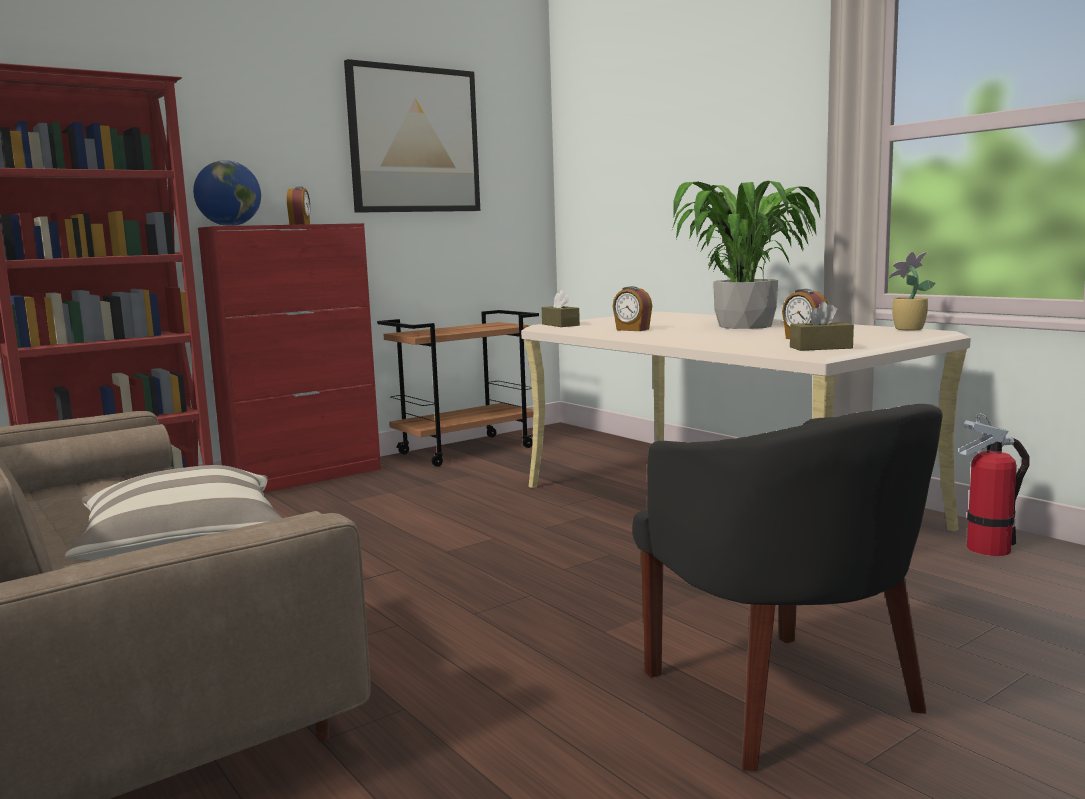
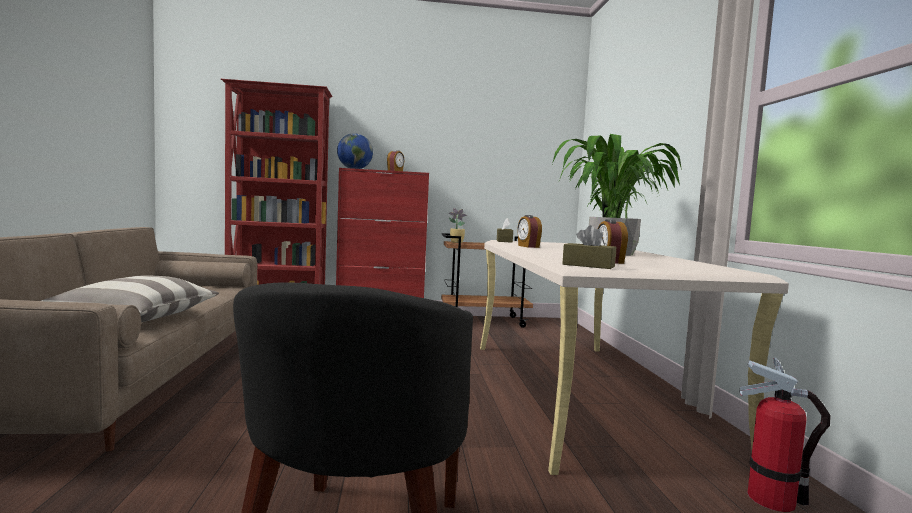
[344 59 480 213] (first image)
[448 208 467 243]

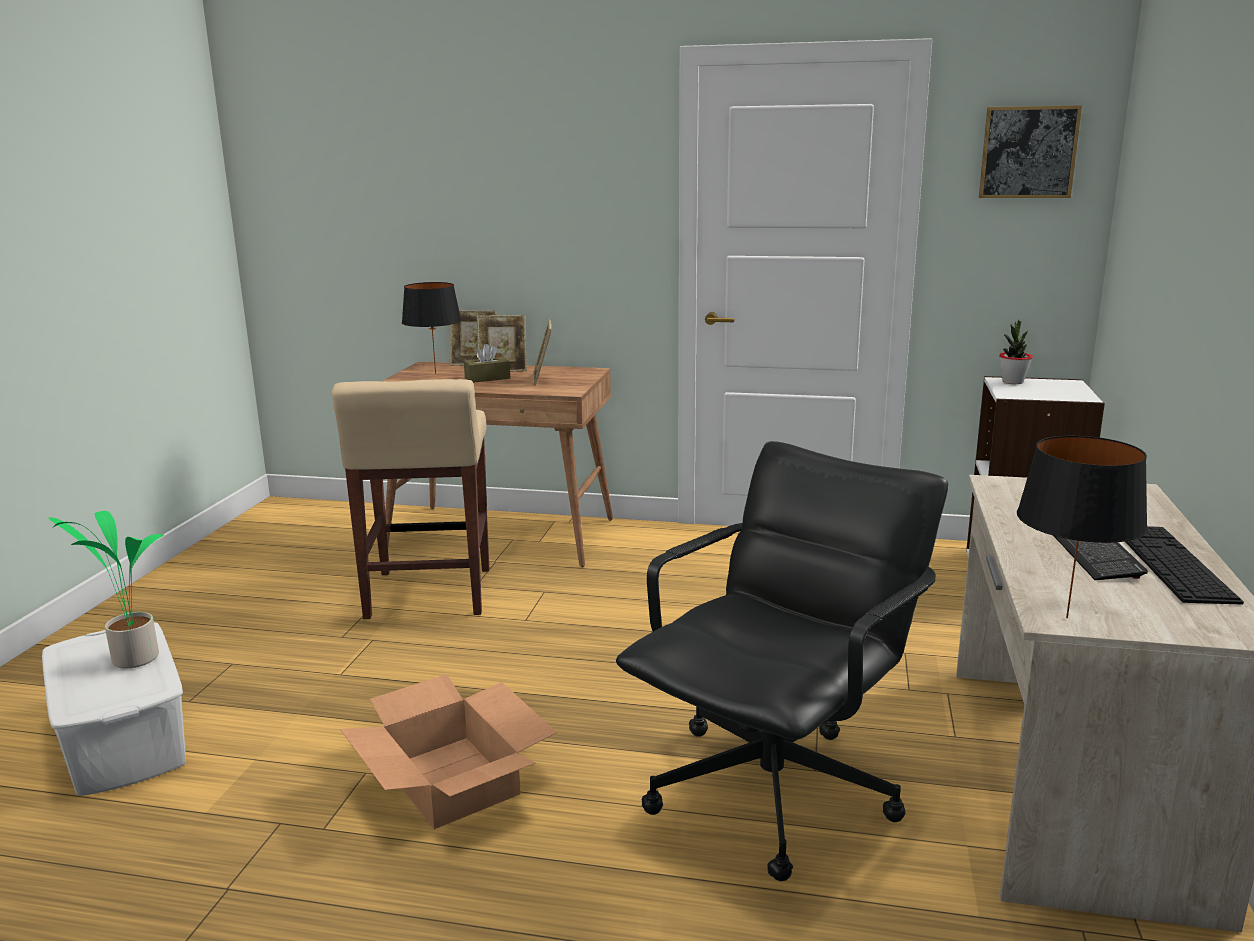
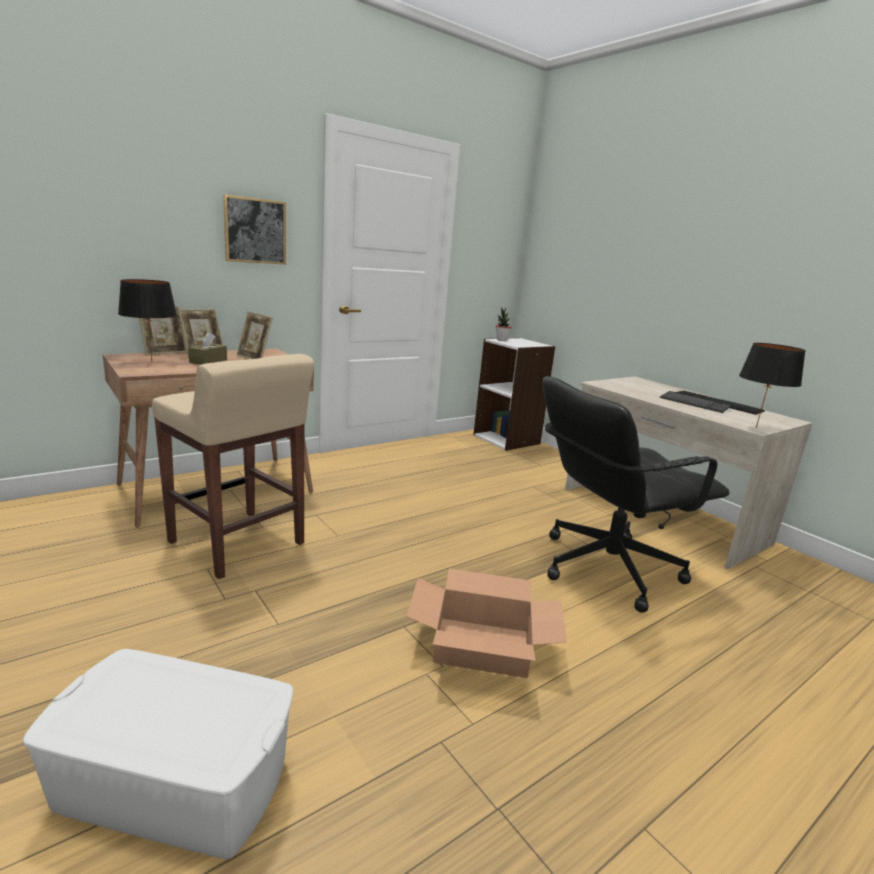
[48 511 164 669] (first image)
[542 376 730 613]
[223 194 286 265]

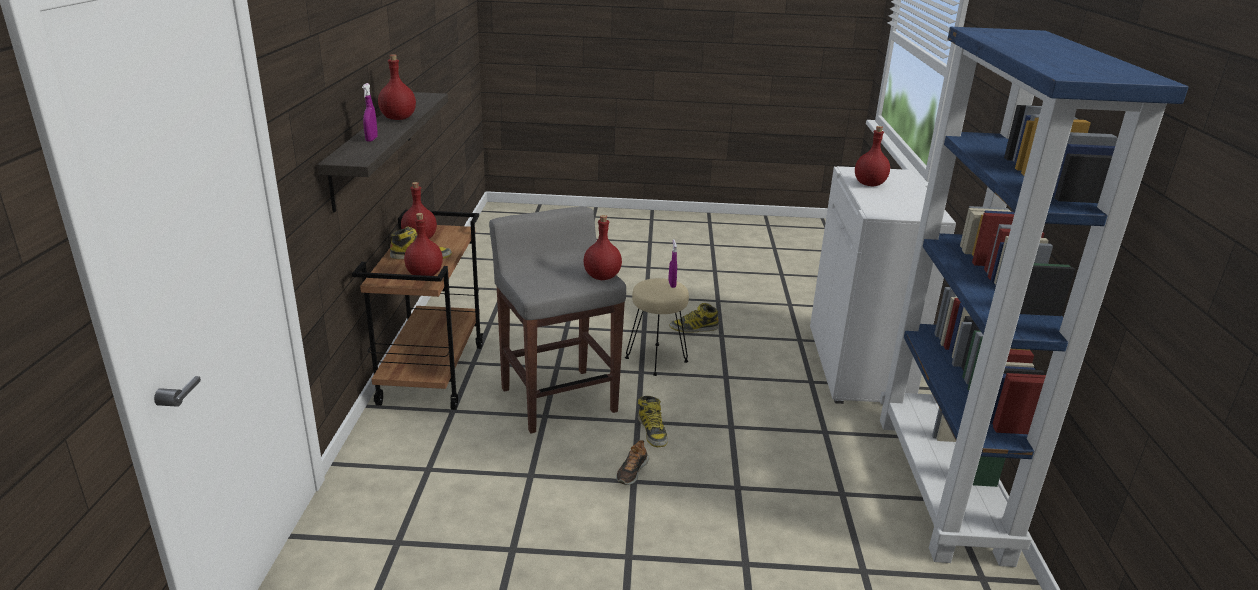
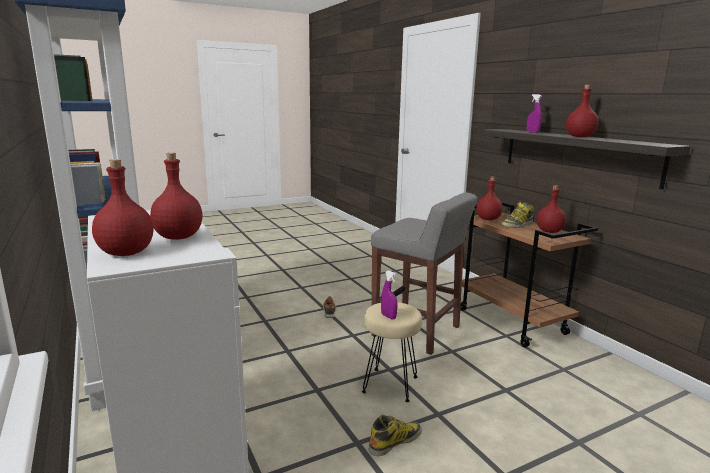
[92 159 153 256]
[638 396 668 447] (first image)

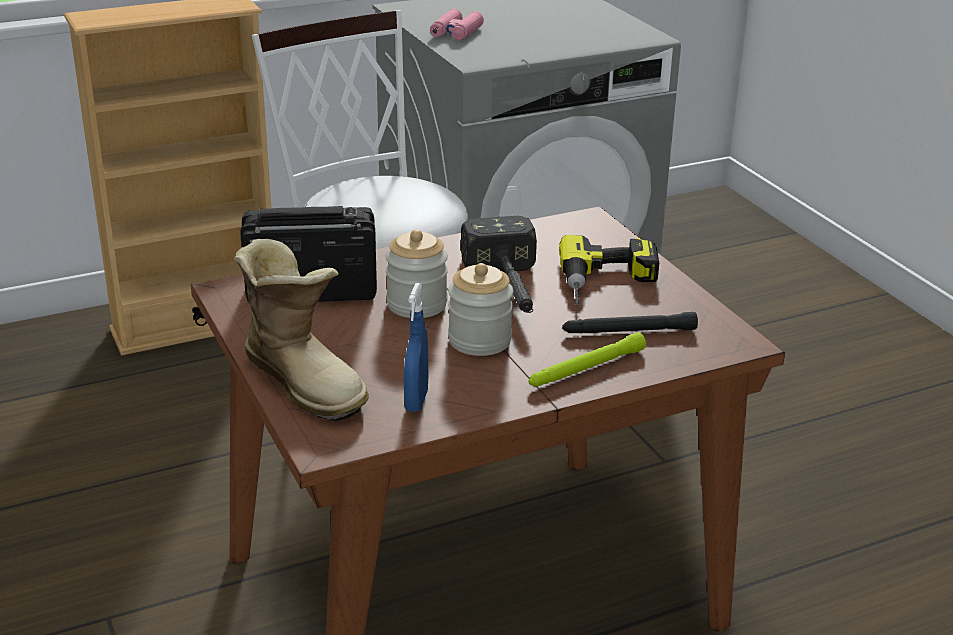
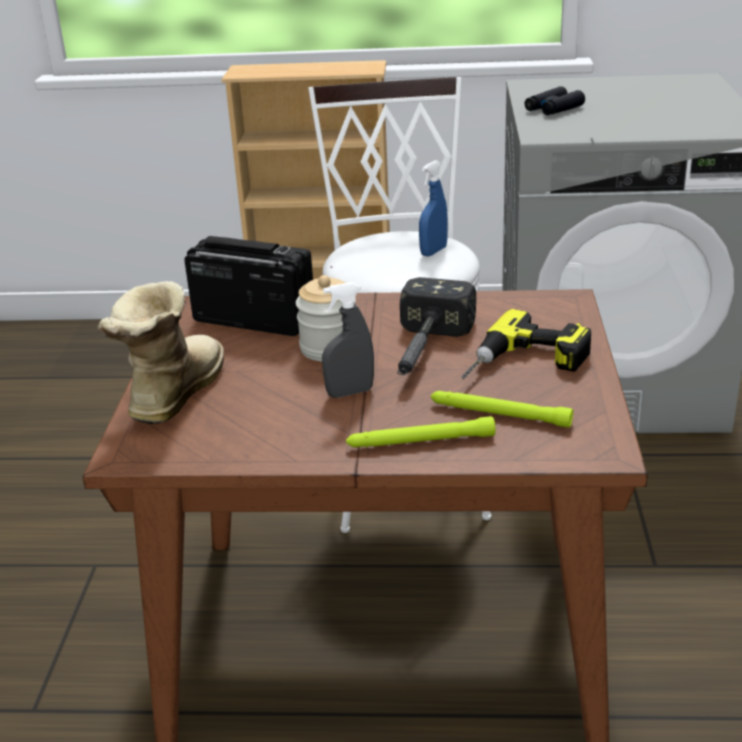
[98 281 224 424]
[419 161 448 256]
[525 86 585 115]
[322 282 374 398]
[431 391 573 428]

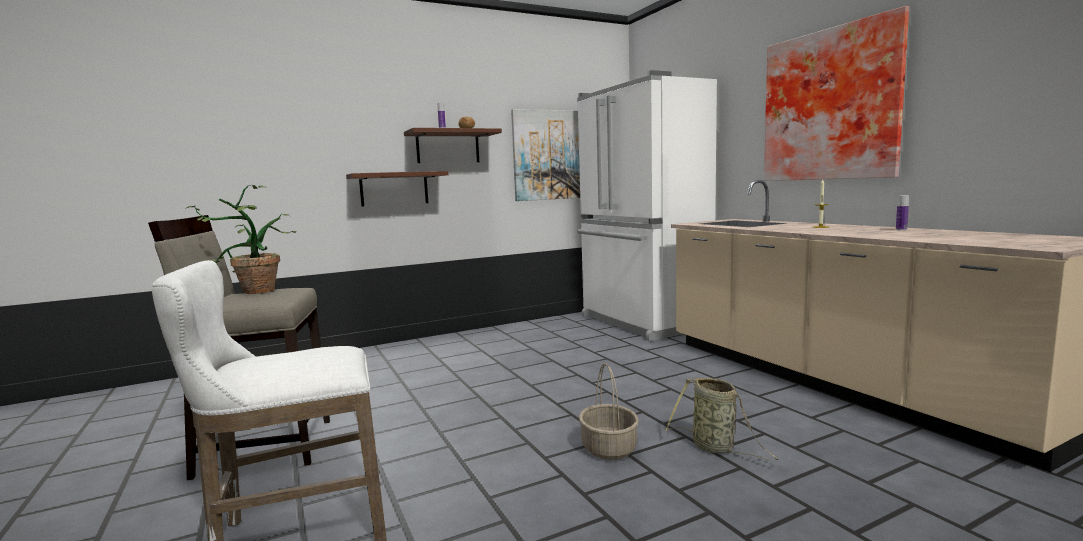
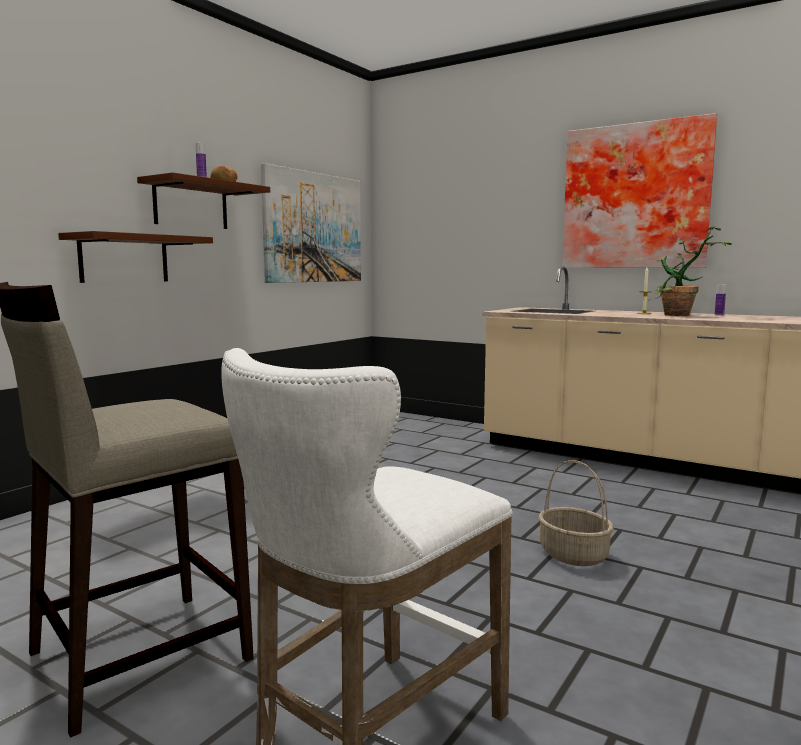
[648 227 732 316]
[577 70 717 341] (first image)
[665 377 778 460] (first image)

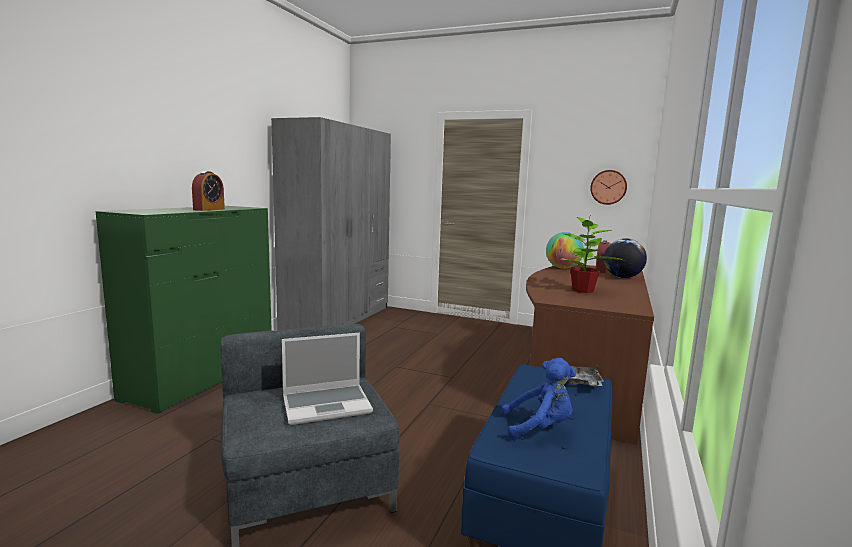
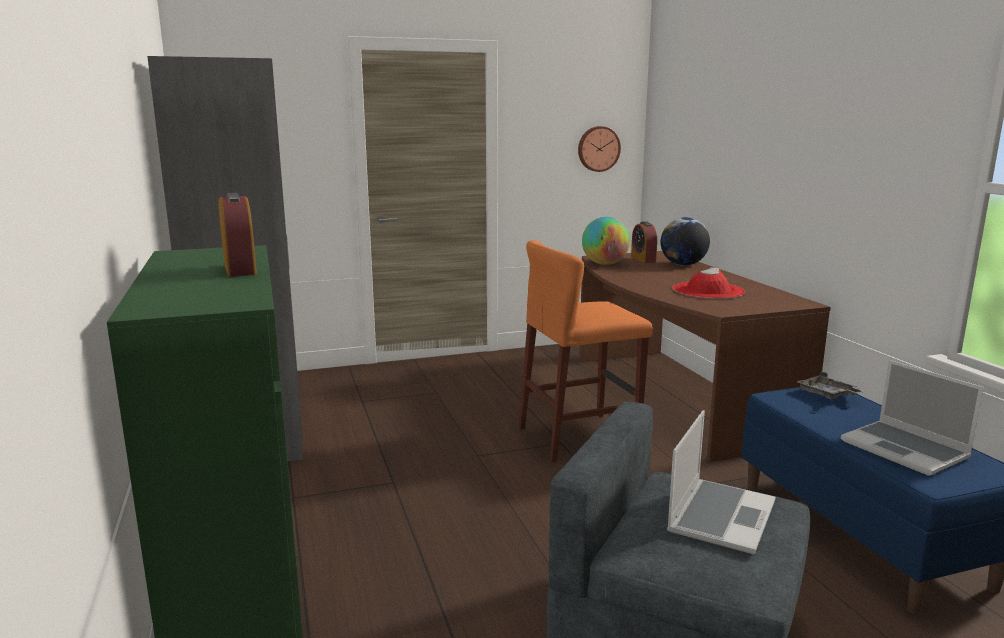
[841 360 984 476]
[673 267 745 299]
[519 240 653 462]

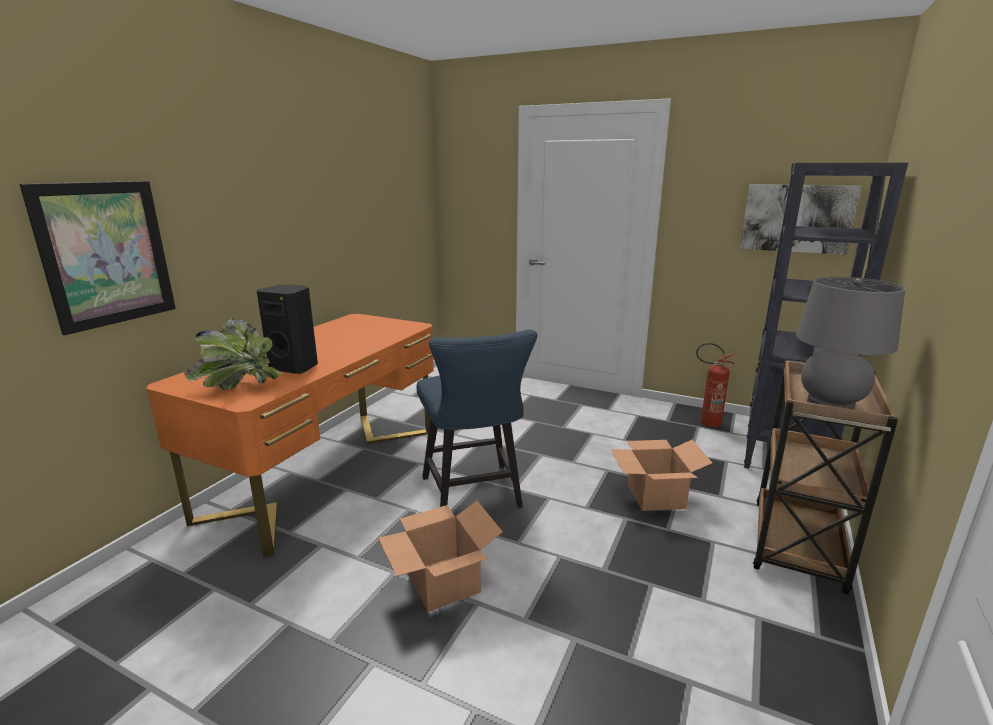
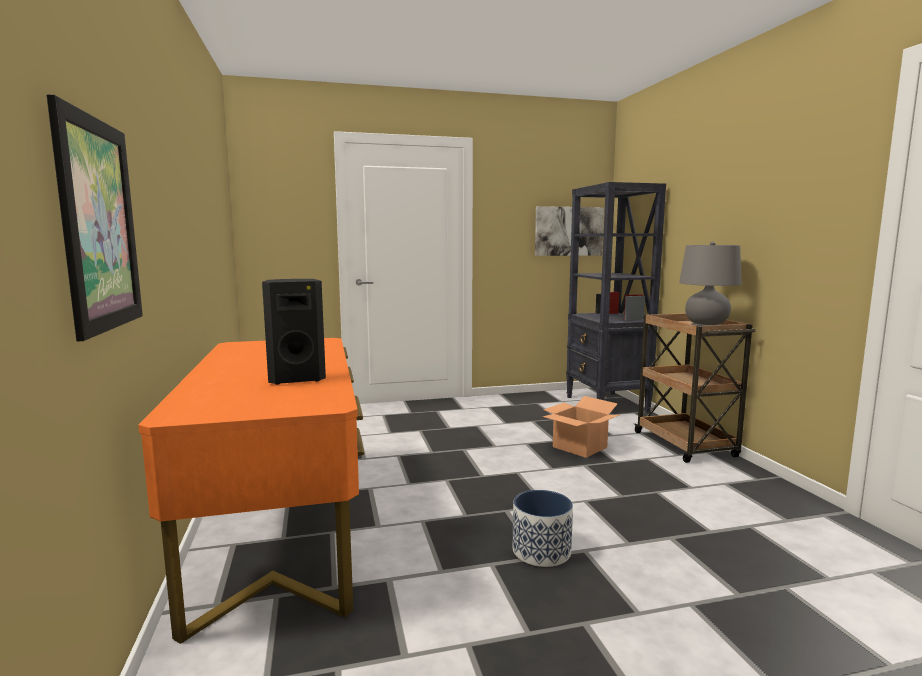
[184 318 282 390] (first image)
[513 490 573 567]
[417 329 538 508] (first image)
[696 343 735 427] (first image)

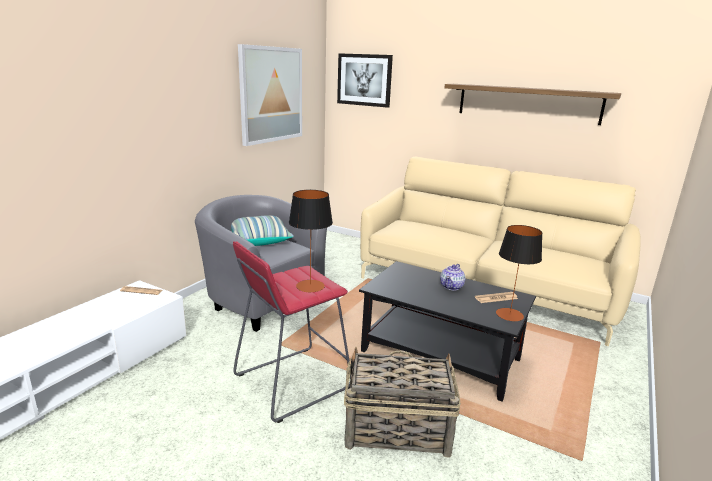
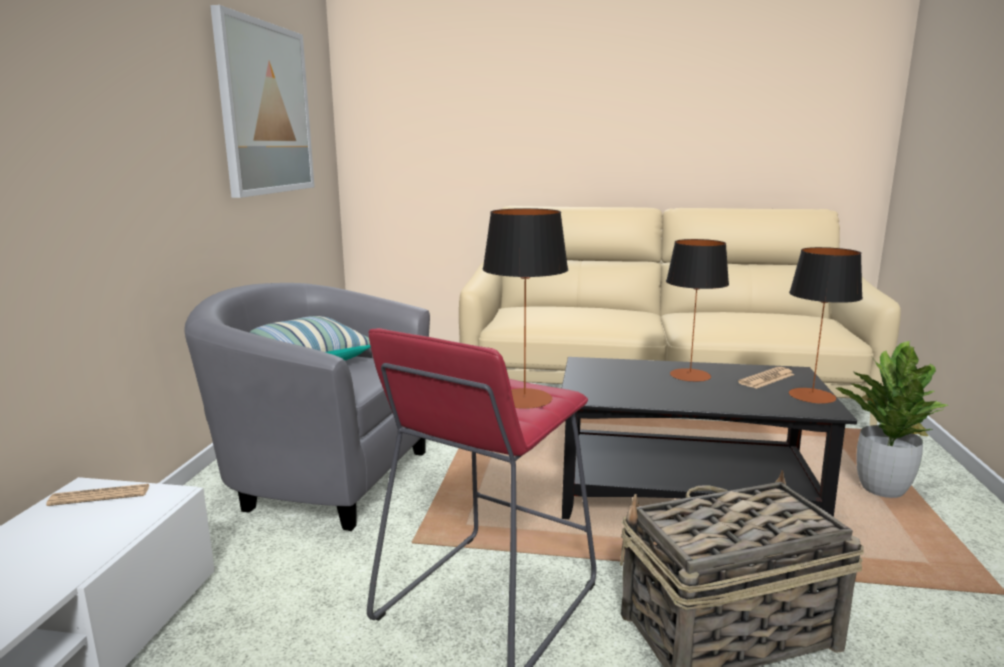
[337 53 393 108] (first image)
[666 239 729 382]
[445 84 621 125] (first image)
[835 341 950 498]

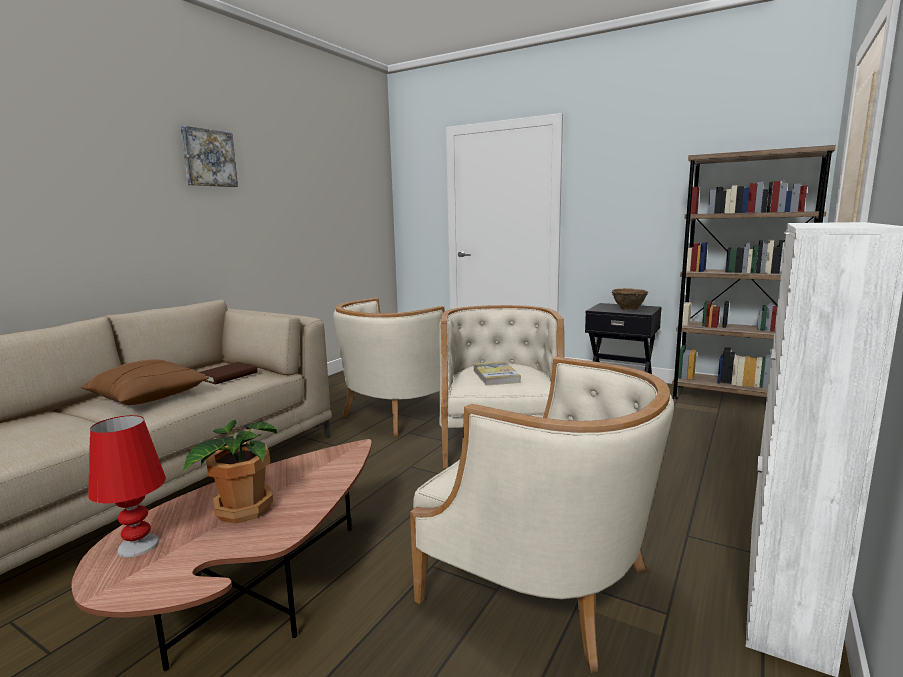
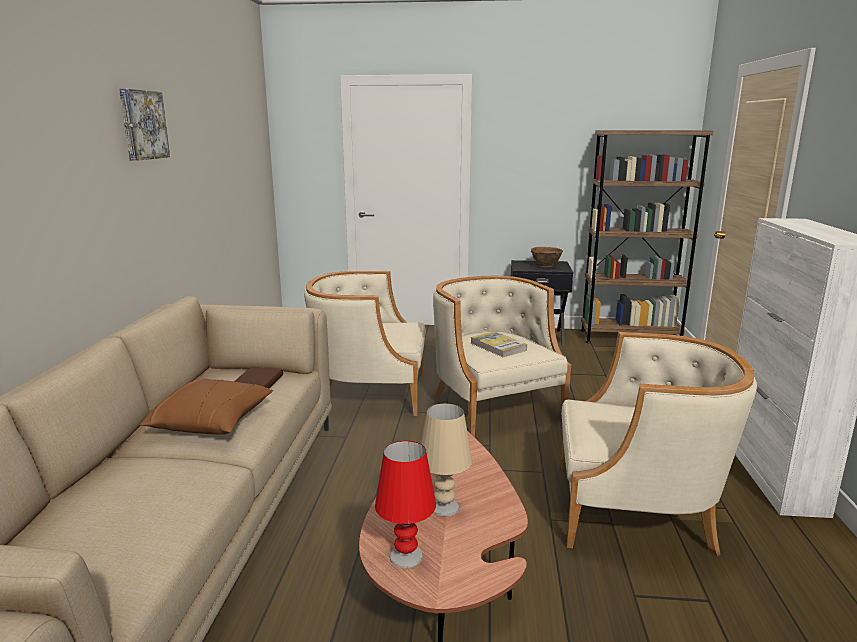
[421 404 472 516]
[304 271 425 416]

